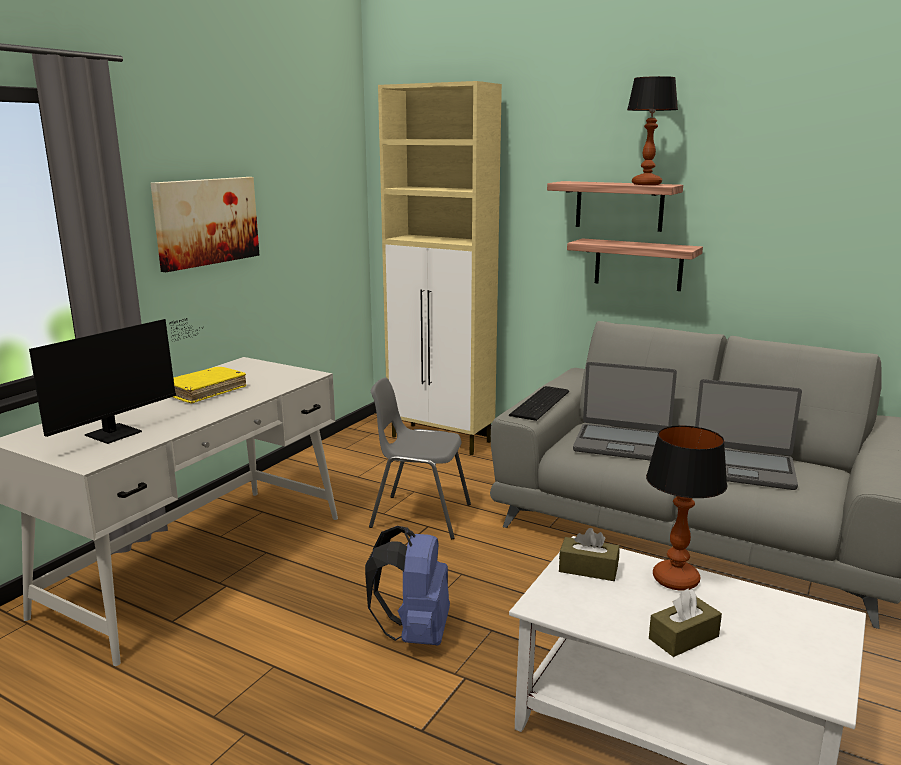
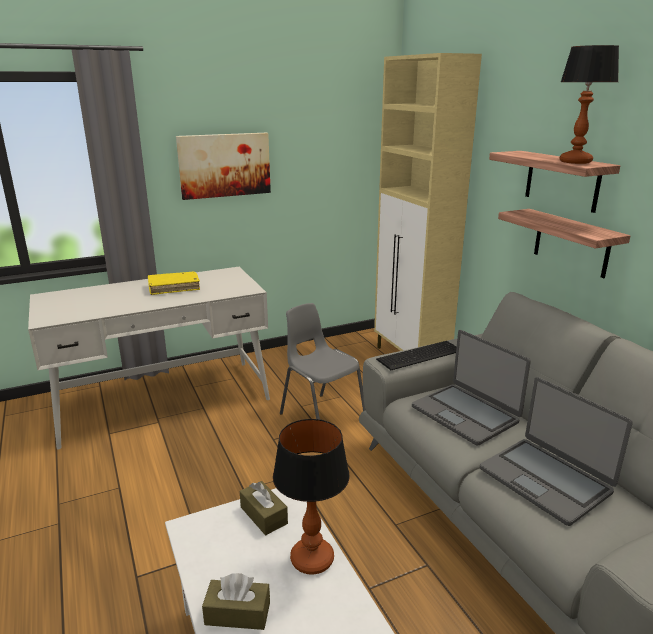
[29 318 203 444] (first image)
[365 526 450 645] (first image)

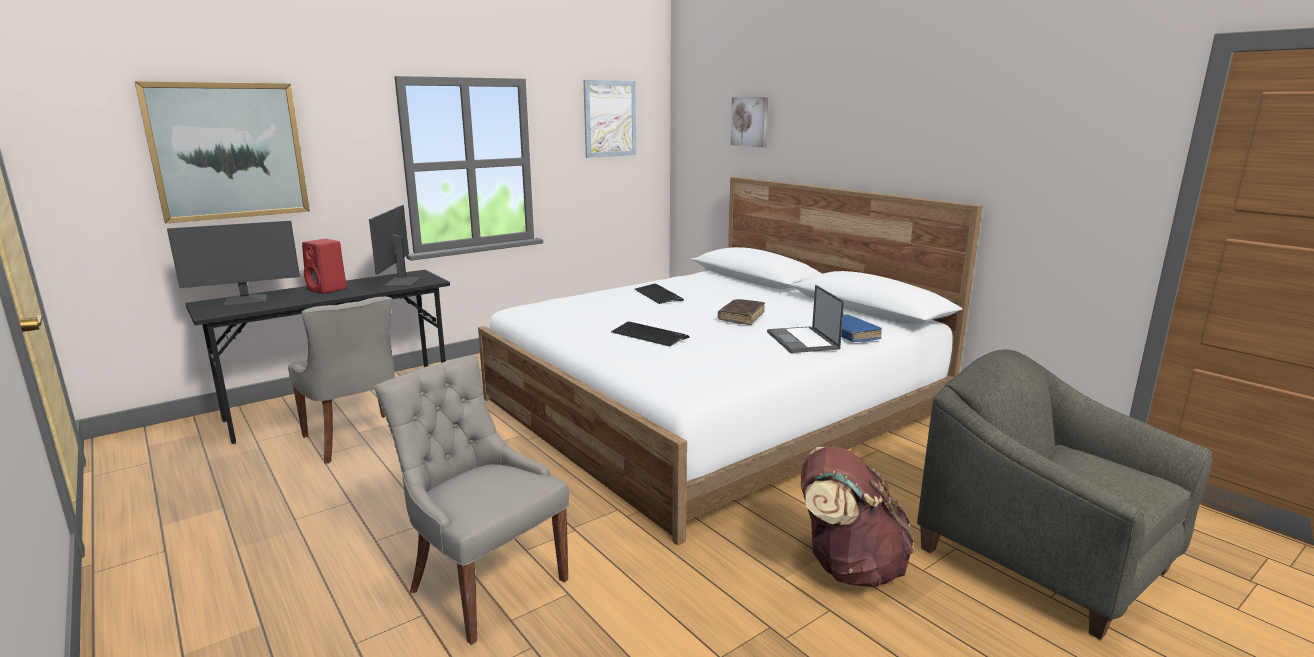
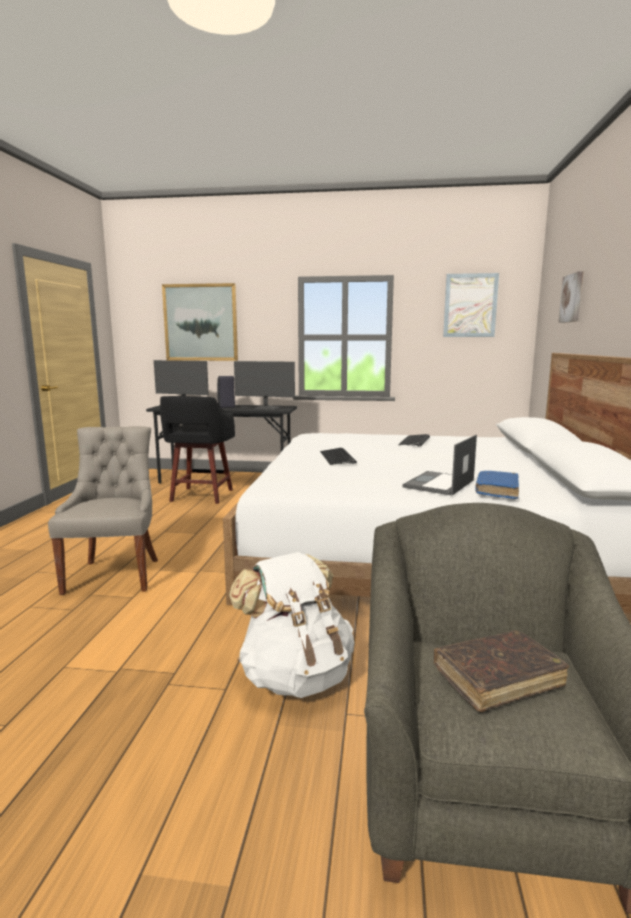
[160 396 235 504]
[217 376 235 408]
[234 361 295 410]
[434 631 569 712]
[229 552 355 698]

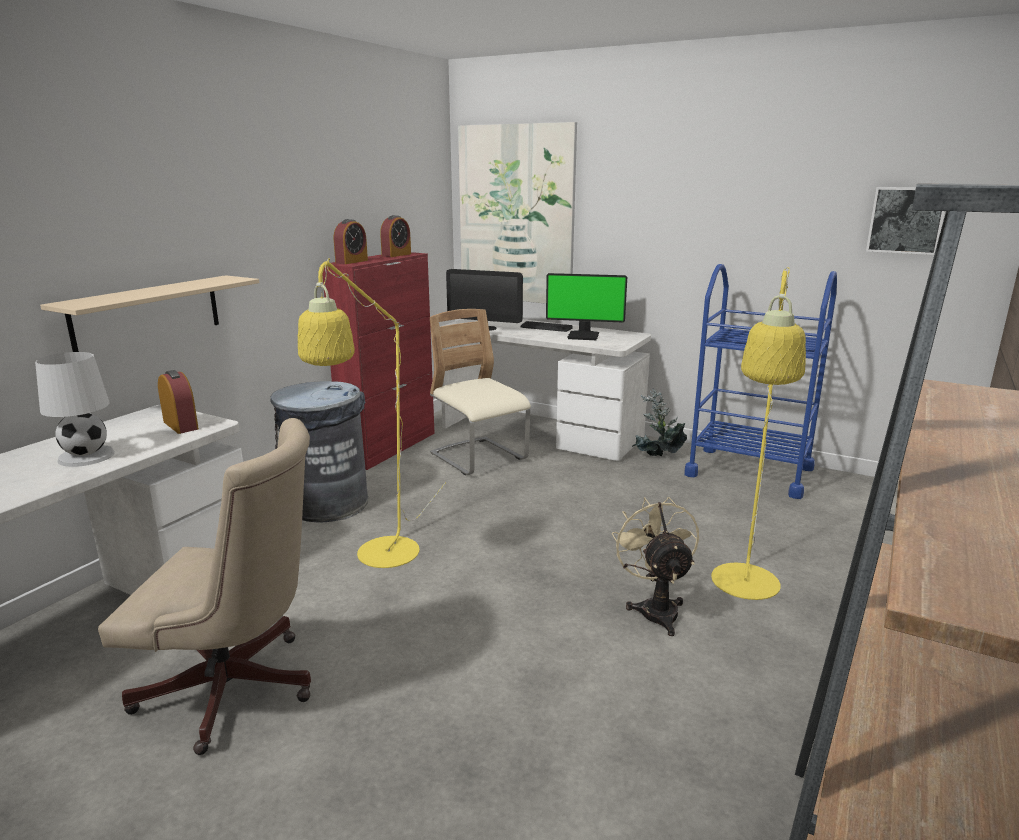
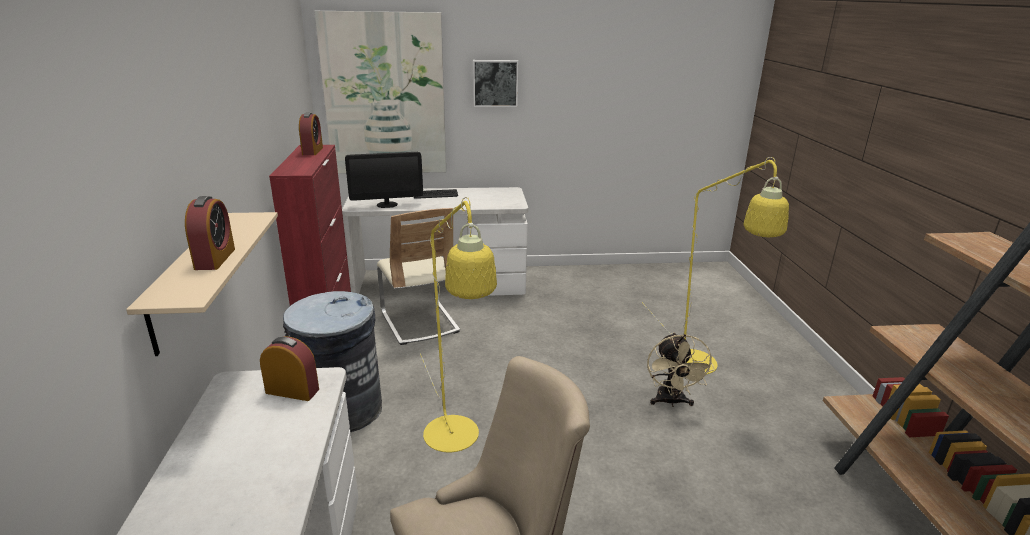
[35 352 115 467] (first image)
[185 196 235 270]
[377 208 460 345]
[546 273 627 340] (first image)
[647 333 715 407]
[632 389 687 456] (first image)
[684 264 837 499] (first image)
[473 60 518 107]

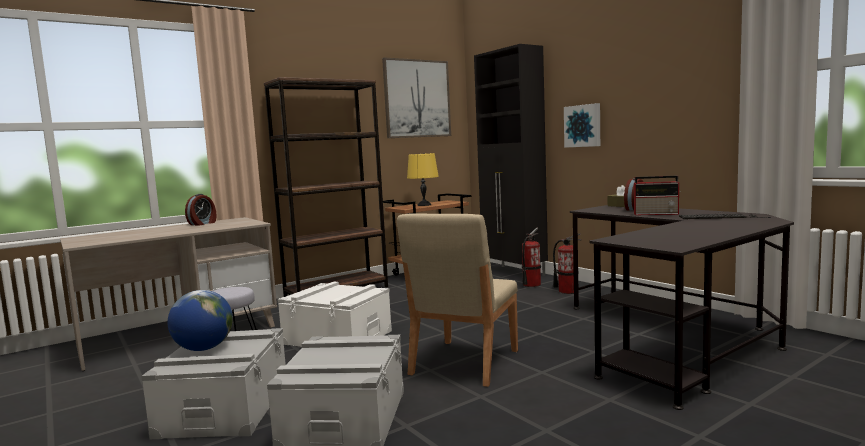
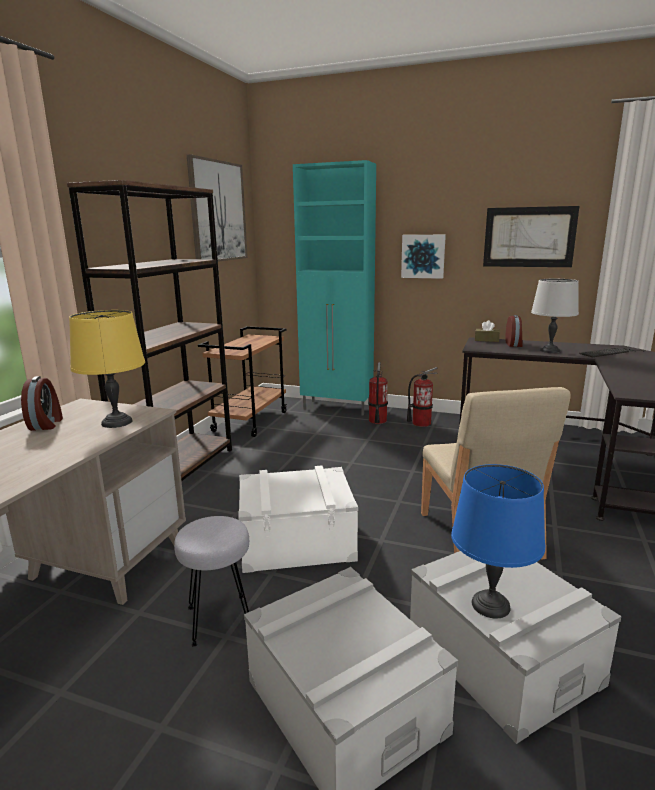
[167 290 233 351] (first image)
[69 310 145 428]
[293 160 376 416]
[531 279 579 353]
[451 464 545 618]
[483 206 579 267]

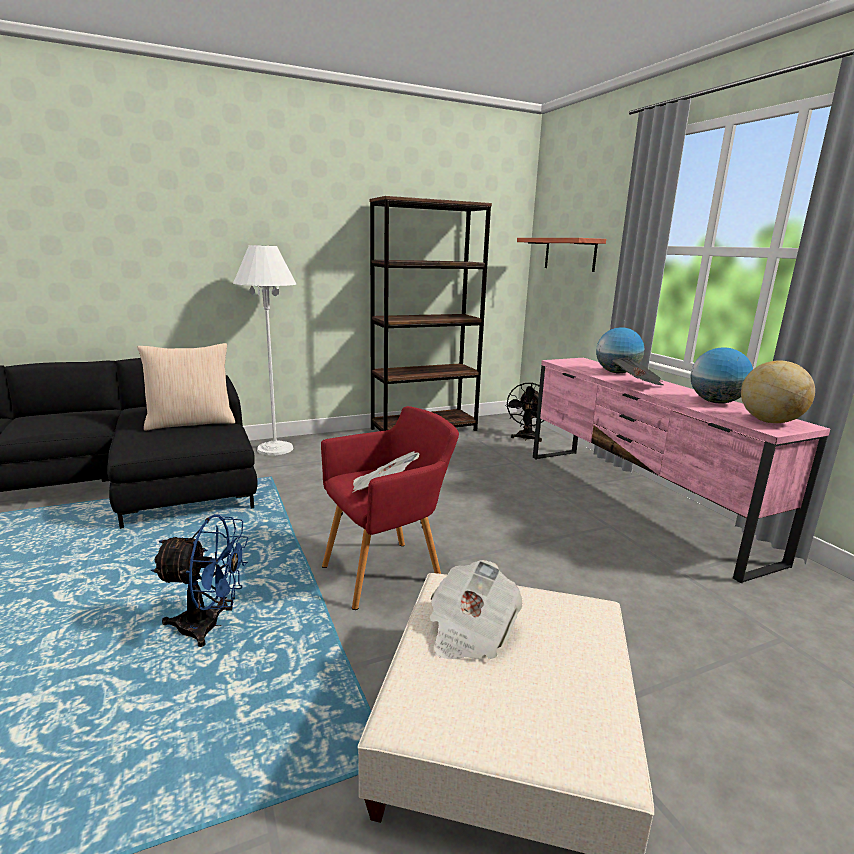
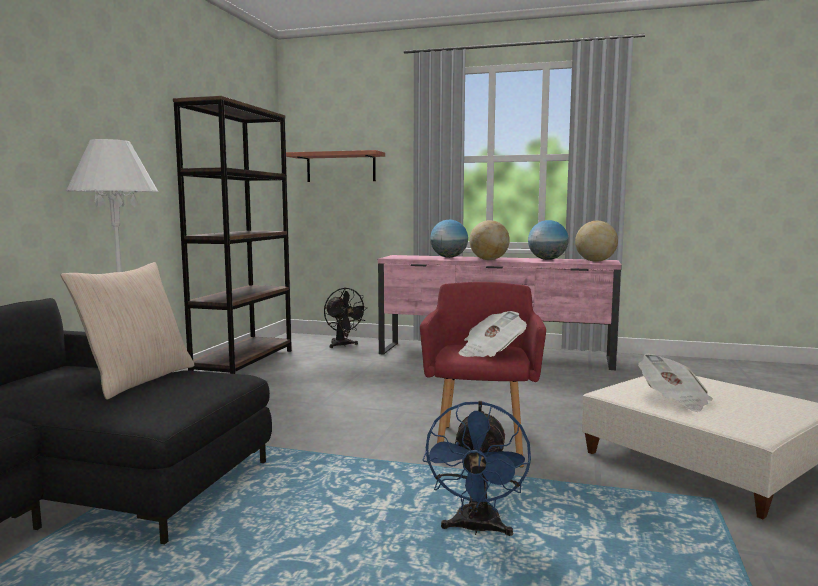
[423 401 531 536]
[469 220 510 260]

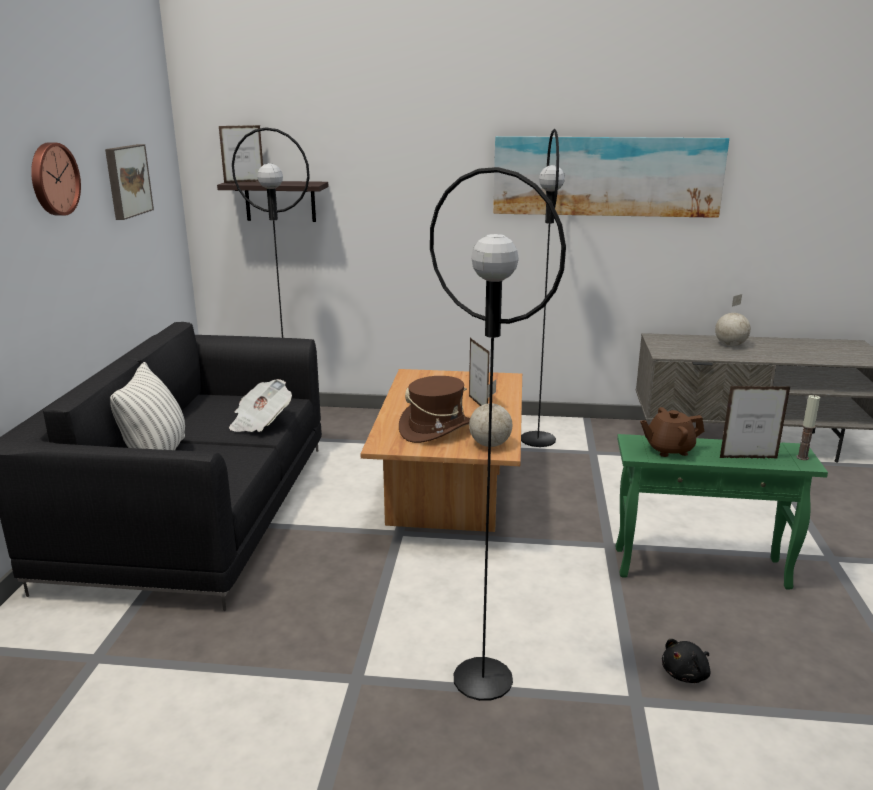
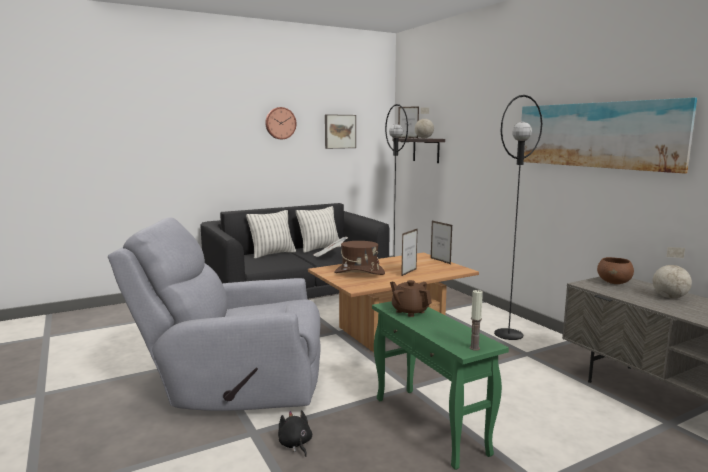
[108 217 320 411]
[415 108 434 138]
[278 410 312 457]
[431 221 452 264]
[296 206 341 253]
[597 257 634 284]

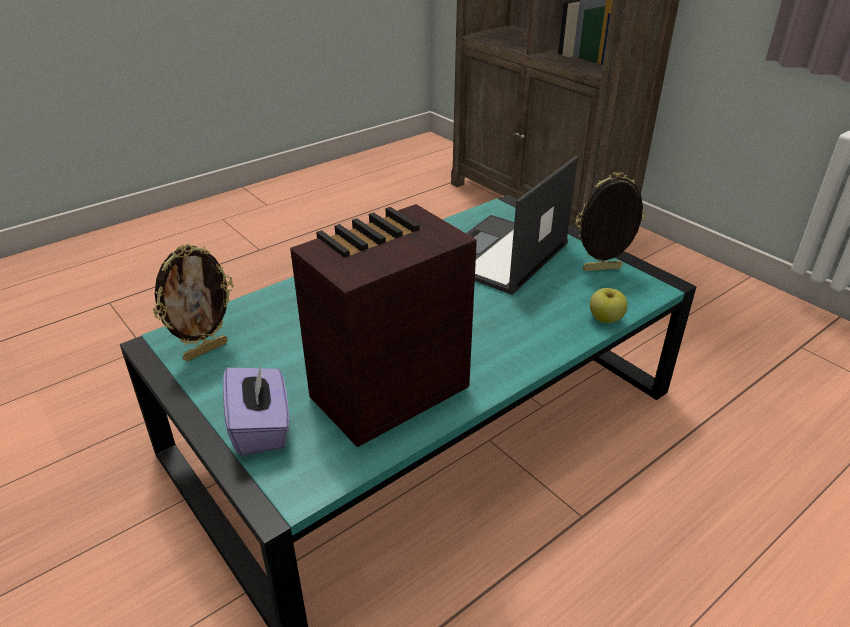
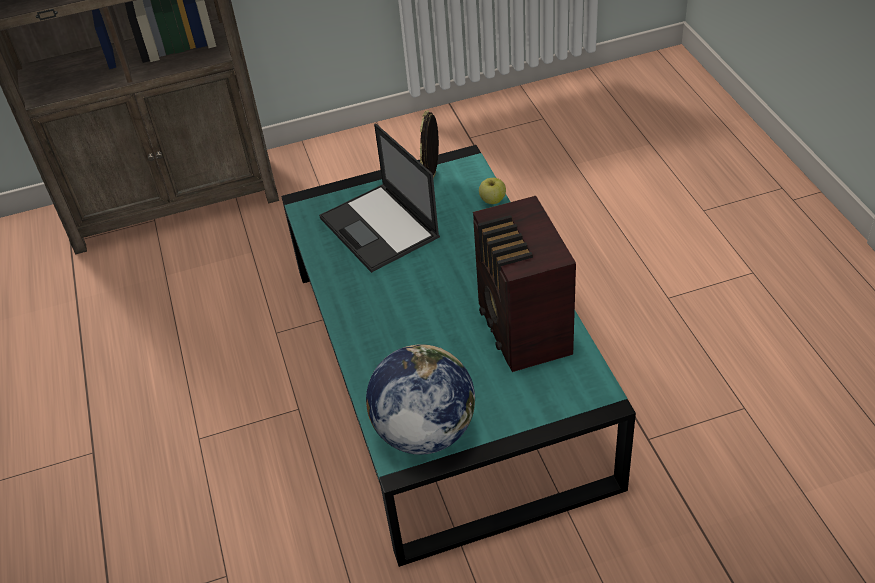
[366 344 475 455]
[223 361 289 456] (first image)

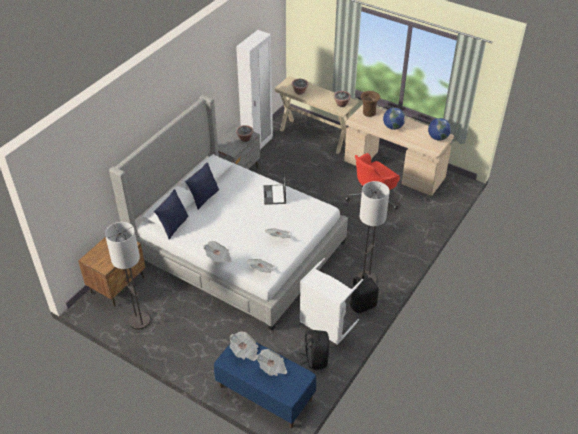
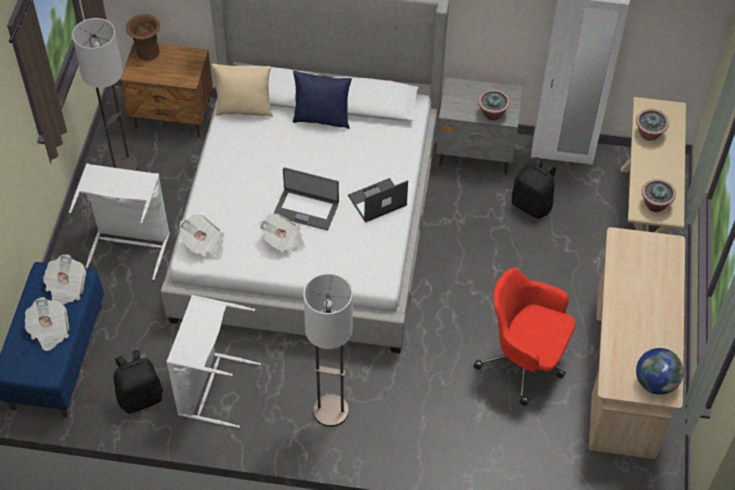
[212 64 273 117]
[203 241 231 263] (first image)
[512 157 556 219]
[126 14 160 61]
[383 107 405 130] (first image)
[69 163 170 280]
[273 167 339 230]

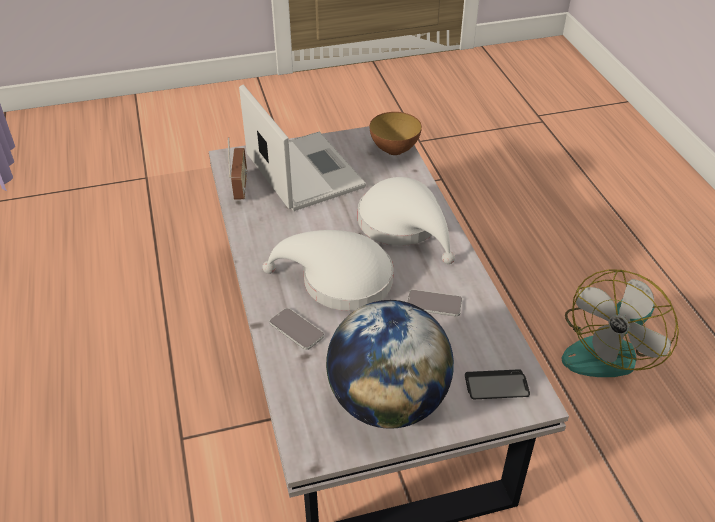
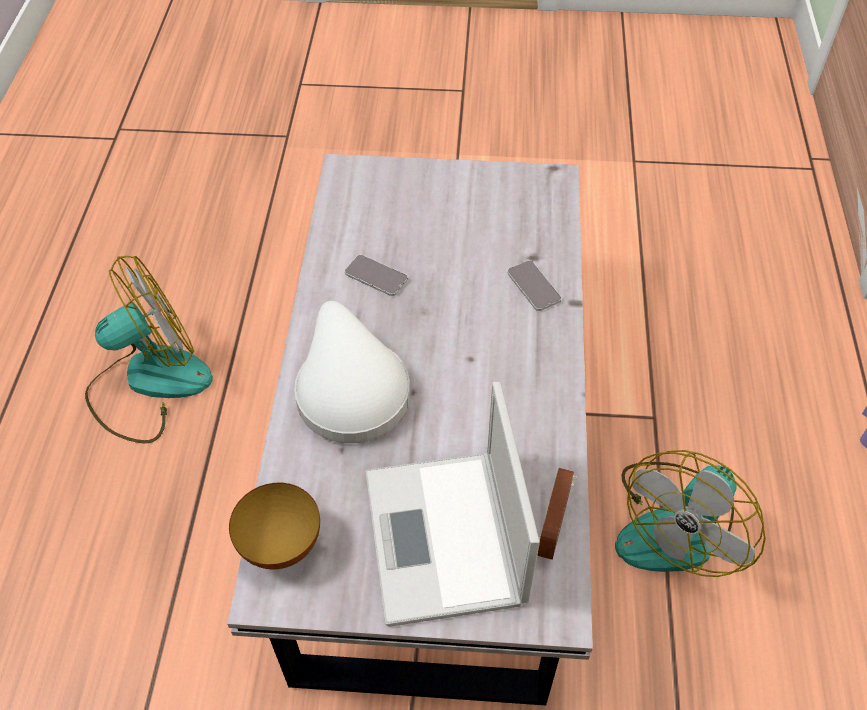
[262 230 394 311] (first image)
[326 300 454 429] (first image)
[465 369 530 400] (first image)
[615 450 766 577]

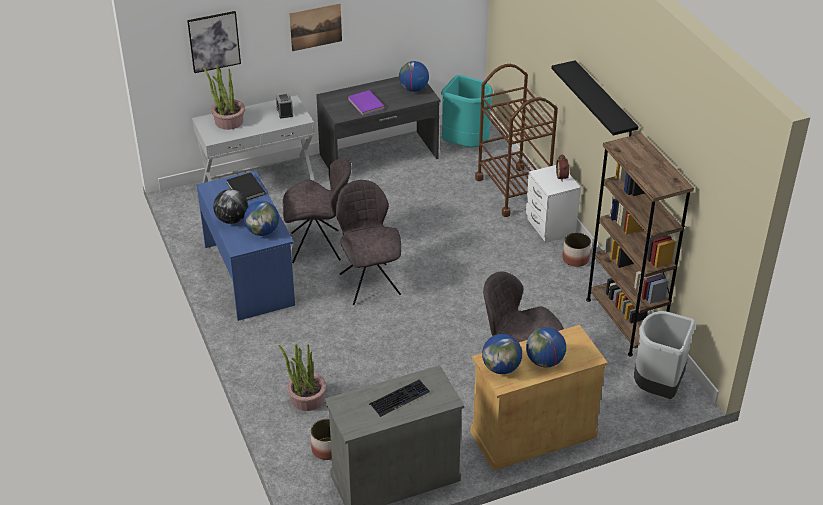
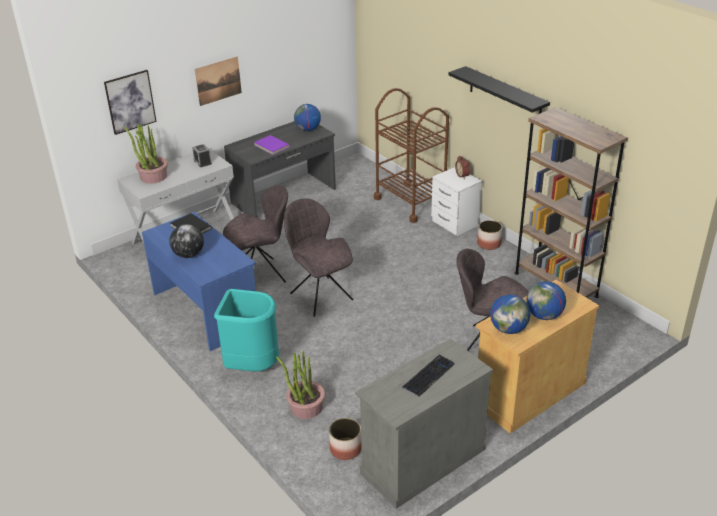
[244 201 279 236] (first image)
[214 289 279 371]
[634 311 696 399] (first image)

